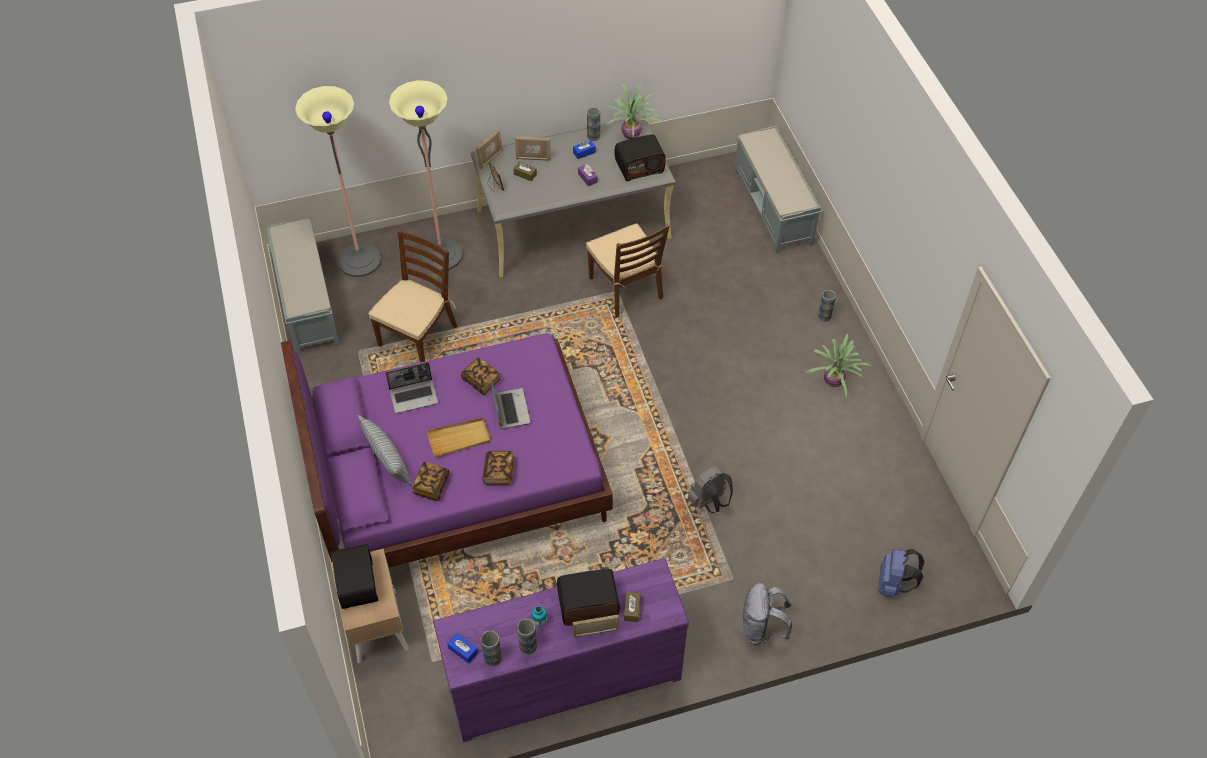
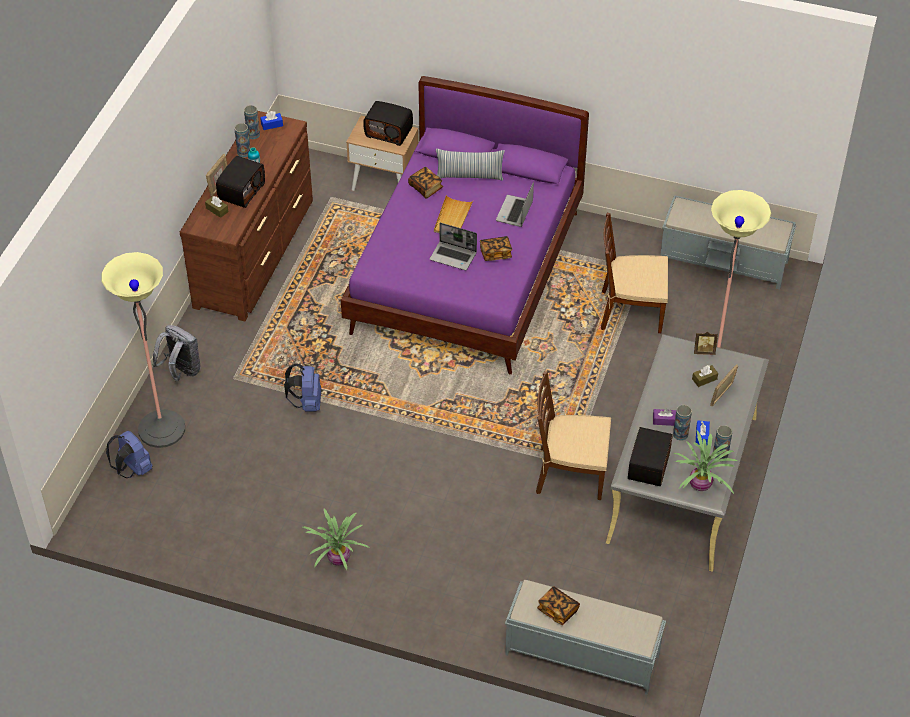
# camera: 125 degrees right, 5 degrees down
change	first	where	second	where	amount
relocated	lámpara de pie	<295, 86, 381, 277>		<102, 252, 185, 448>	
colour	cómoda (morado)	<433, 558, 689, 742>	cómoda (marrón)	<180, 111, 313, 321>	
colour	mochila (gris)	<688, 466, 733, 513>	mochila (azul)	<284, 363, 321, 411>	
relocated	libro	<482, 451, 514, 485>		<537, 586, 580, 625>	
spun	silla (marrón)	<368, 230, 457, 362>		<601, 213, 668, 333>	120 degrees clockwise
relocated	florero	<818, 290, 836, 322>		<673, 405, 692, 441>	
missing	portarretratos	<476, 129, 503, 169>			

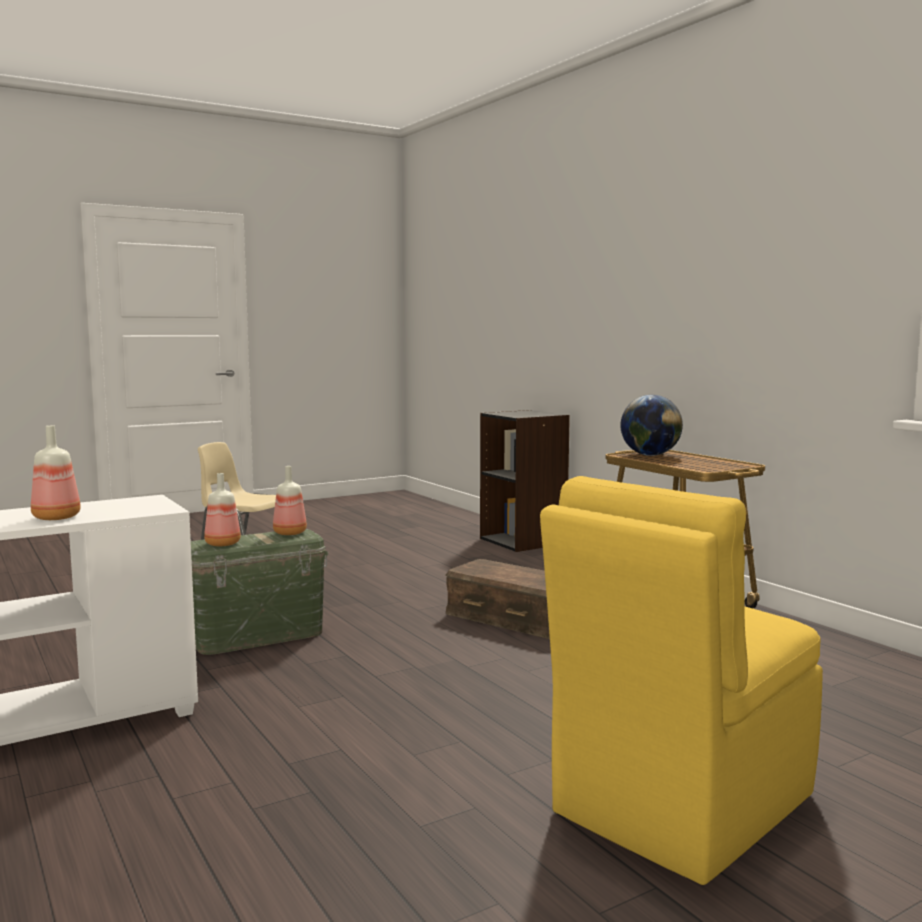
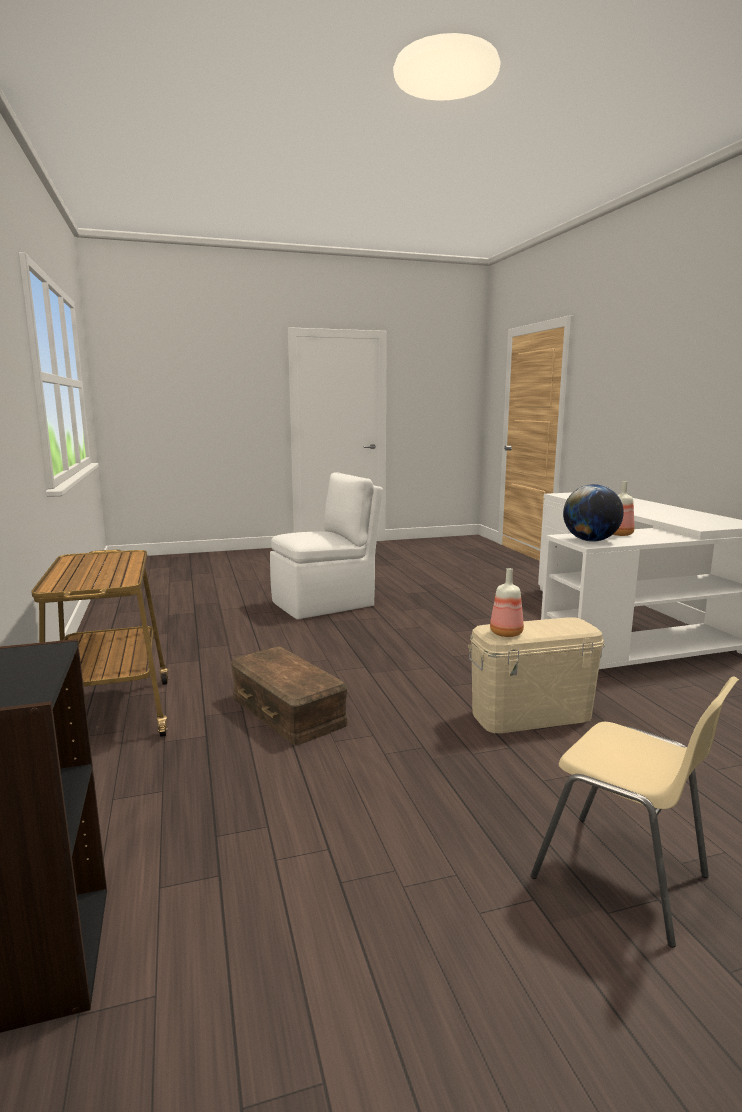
# camera: 165 degrees left, 5 degrees up
change	first	where	second	where	amount
colour	silla (amarillo)	<540, 476, 823, 885>	silla (blanco)	<270, 472, 383, 620>	
colour	caja de almacenaje (verde)	<191, 529, 328, 655>	caja de almacenaje (beis)	<468, 617, 605, 733>	
relocated	globo terráqueo	<620, 395, 683, 456>		<563, 484, 624, 542>	
missing	botella	<204, 473, 241, 546>			

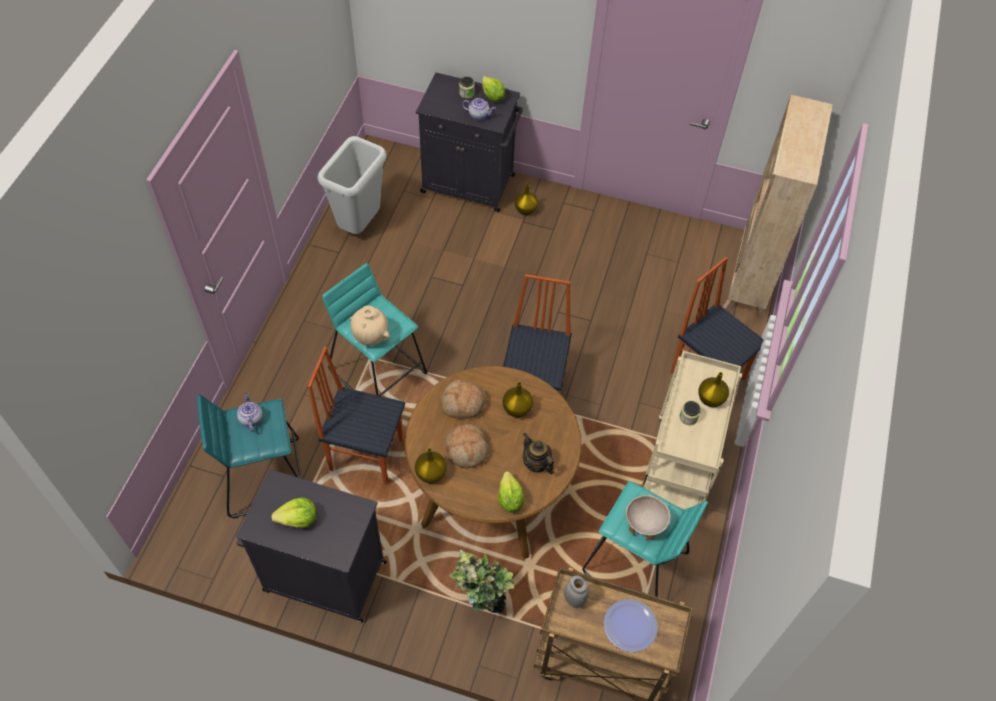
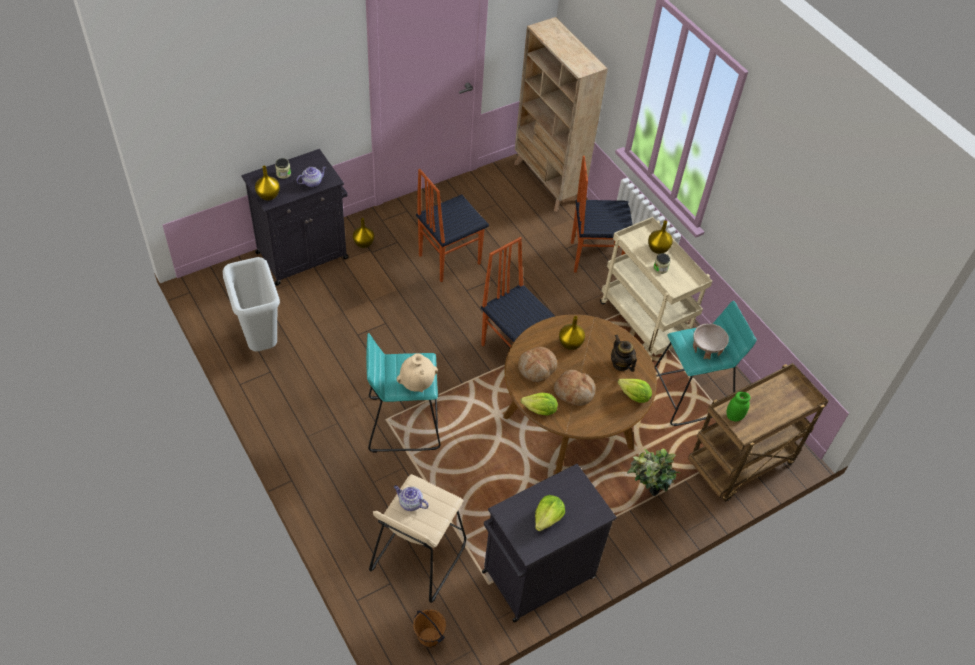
# camera: 50 degrees left, 5 degrees down
change	first	where	second	where	amount
relocated	florero (amarillo)	<415, 448, 447, 483>		<255, 166, 280, 200>	
colour	taburete (turquesa)	<197, 394, 302, 518>	taburete (beis)	<369, 474, 466, 603>	
appeared			cubo (marrón)	<413, 609, 446, 648>	
relocated	silla	<308, 347, 405, 485>		<416, 169, 489, 282>	
relocated	lechuga	<482, 76, 505, 102>		<521, 393, 558, 416>	
spun	tetera	<523, 433, 554, 474>		<611, 335, 637, 372>	60 degrees clockwise
colour	tarro (gris)	<564, 575, 589, 608>	tarro (verde)	<727, 392, 750, 421>	
missing	plato	<604, 599, 658, 652>			

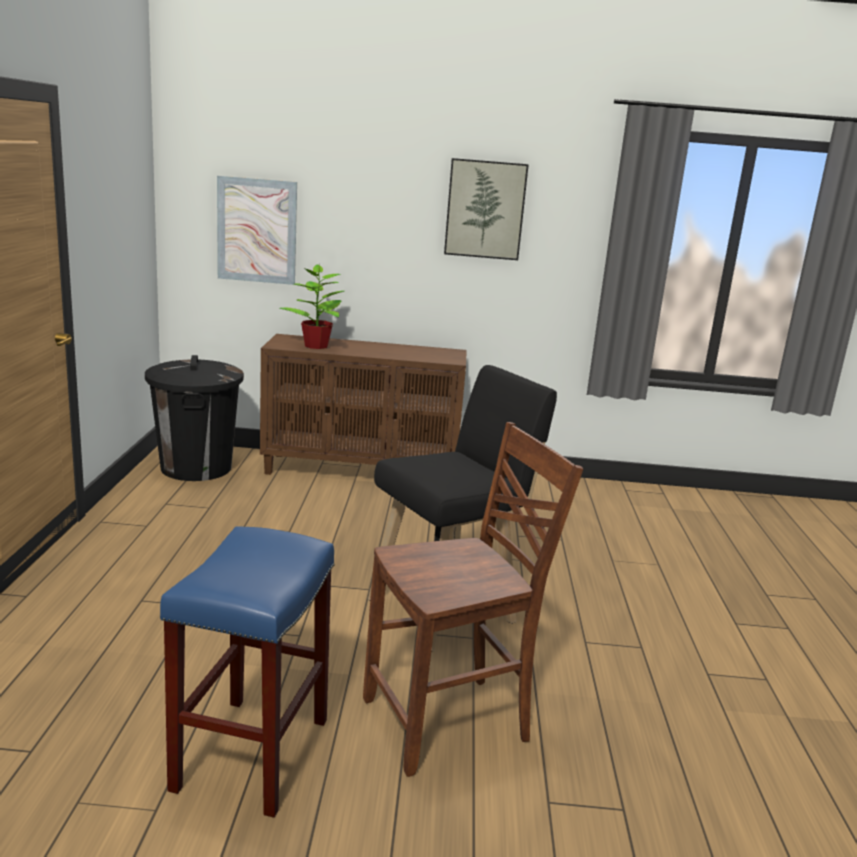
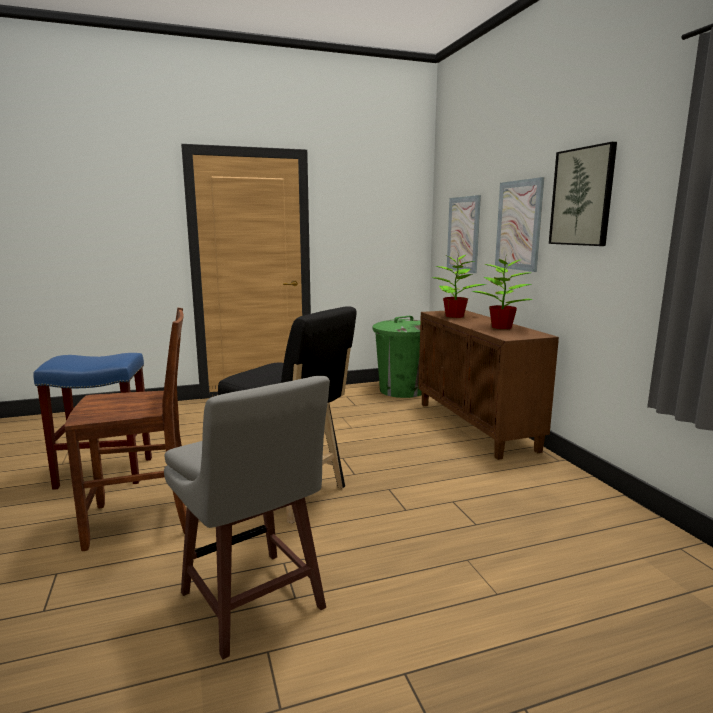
# camera: 70 degrees right, 5 degrees down
change	first	where	second	where	amount
spun	silla (marrón)	<363, 422, 583, 777>		<65, 308, 186, 551>	60 degrees counterclockwise
appeared			taburete (gris)	<164, 376, 330, 659>	
colour	papelera (negro)	<145, 355, 244, 481>	papelera (verde)	<373, 316, 422, 398>	
appeared			planta en maceta	<471, 258, 532, 329>	
appeared			cuadro	<495, 177, 545, 272>	

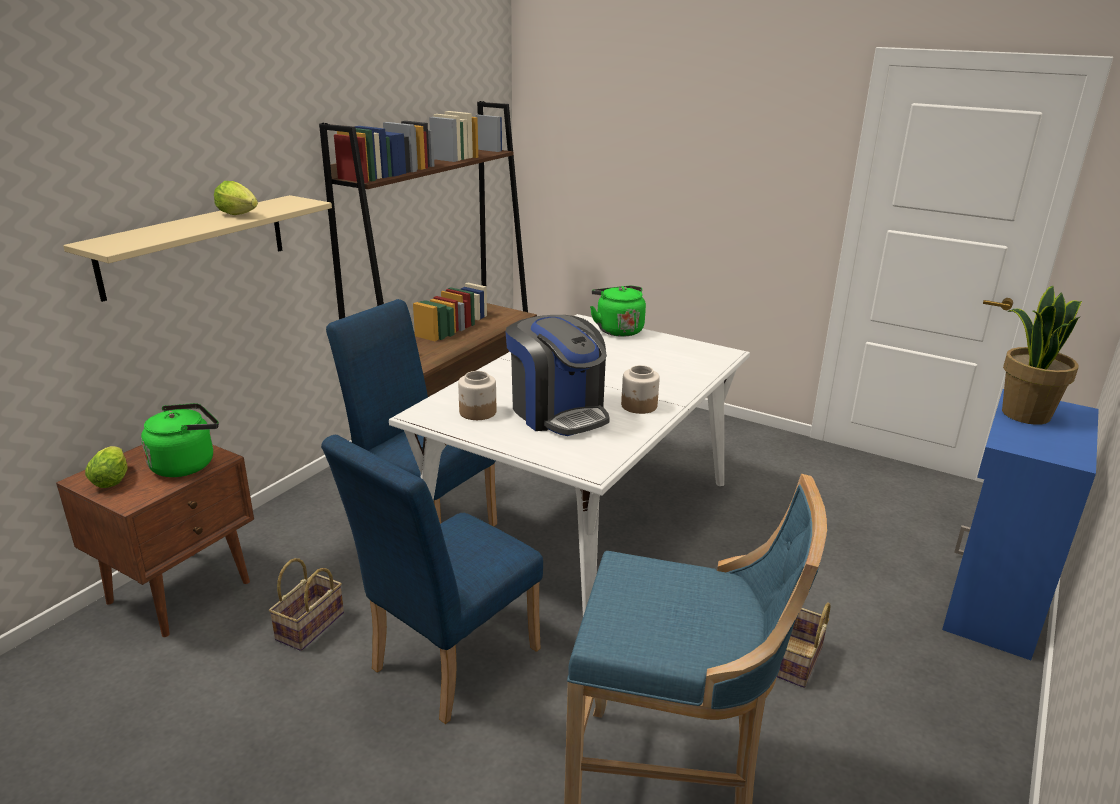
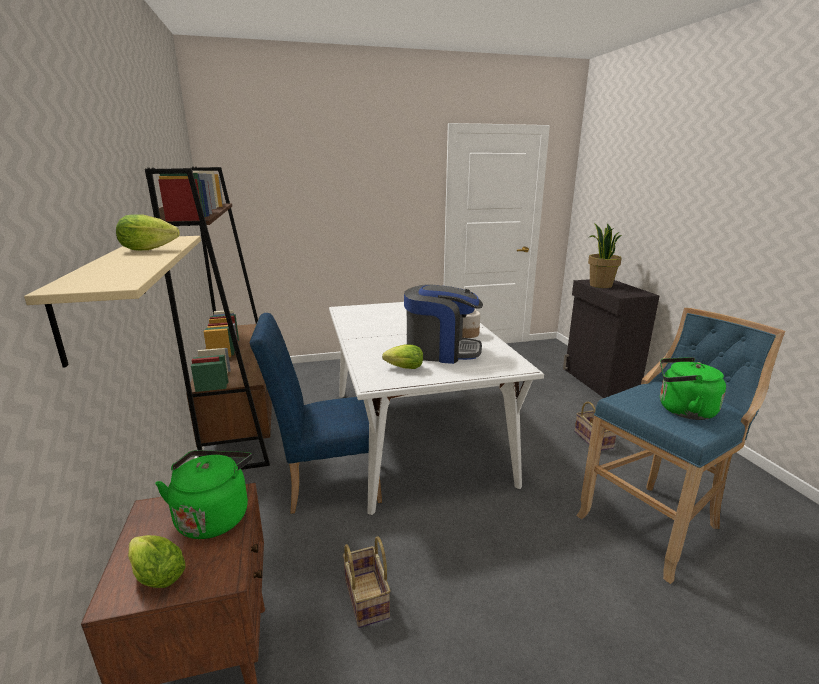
# camera: 45 degrees left, 5 degrees down
change	first	where	second	where	amount
exchanged	tarro	<458, 371, 496, 420>	lechuga	<382, 345, 423, 369>	
colour	armario (azul)	<942, 389, 1099, 660>	armario (negro)	<563, 279, 659, 398>	
relocated	hervidor (verde)	<590, 286, 646, 337>		<660, 357, 726, 420>	
missing	silla (azul)	<321, 435, 543, 724>			

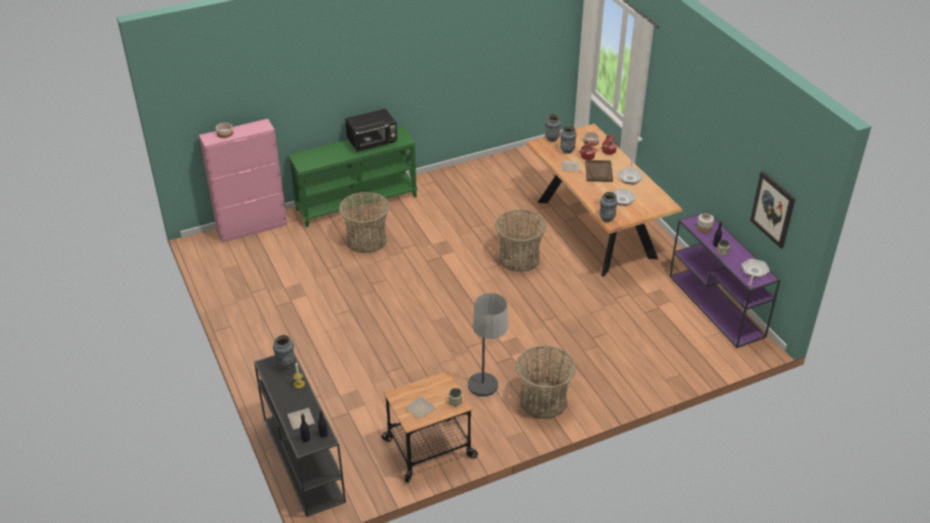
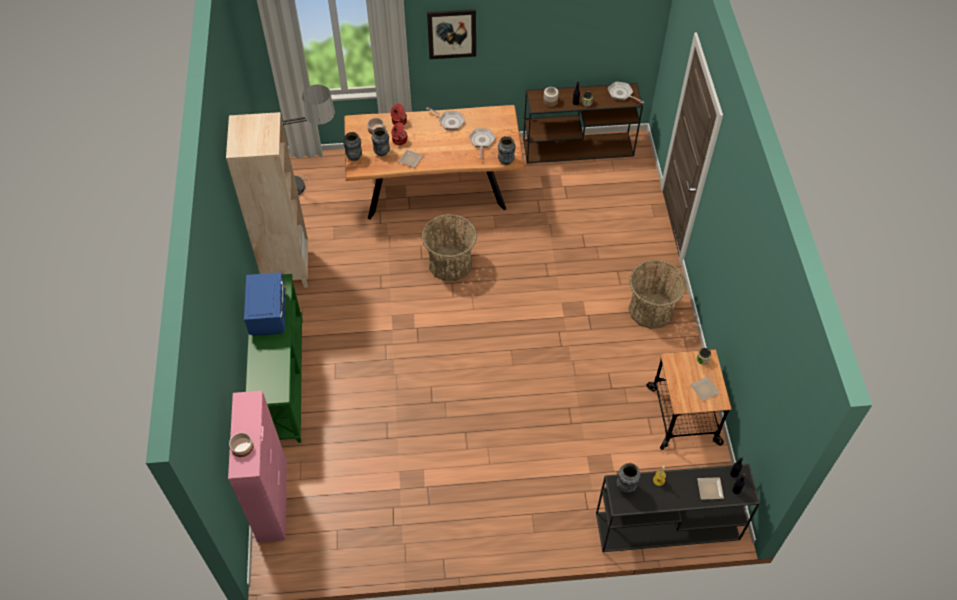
# camera: 70 degrees left, 15 degrees up
change	first	where	second	where	amount
appeared			estantería (beis)	<226, 112, 308, 288>	
colour	microondas (negro)	<345, 109, 397, 152>	microondas (azul)	<244, 273, 286, 336>	
relocated	lámpara de pie	<468, 293, 508, 399>		<282, 85, 335, 195>	
relocated	cuadro	<750, 171, 795, 249>		<427, 9, 476, 59>	
colour	mesa consola (morado)	<669, 211, 780, 348>	mesa consola (marrón)	<523, 83, 643, 163>	
missing	cesta	<339, 192, 390, 253>			
missing	bandeja (marrón)	<585, 160, 613, 182>			

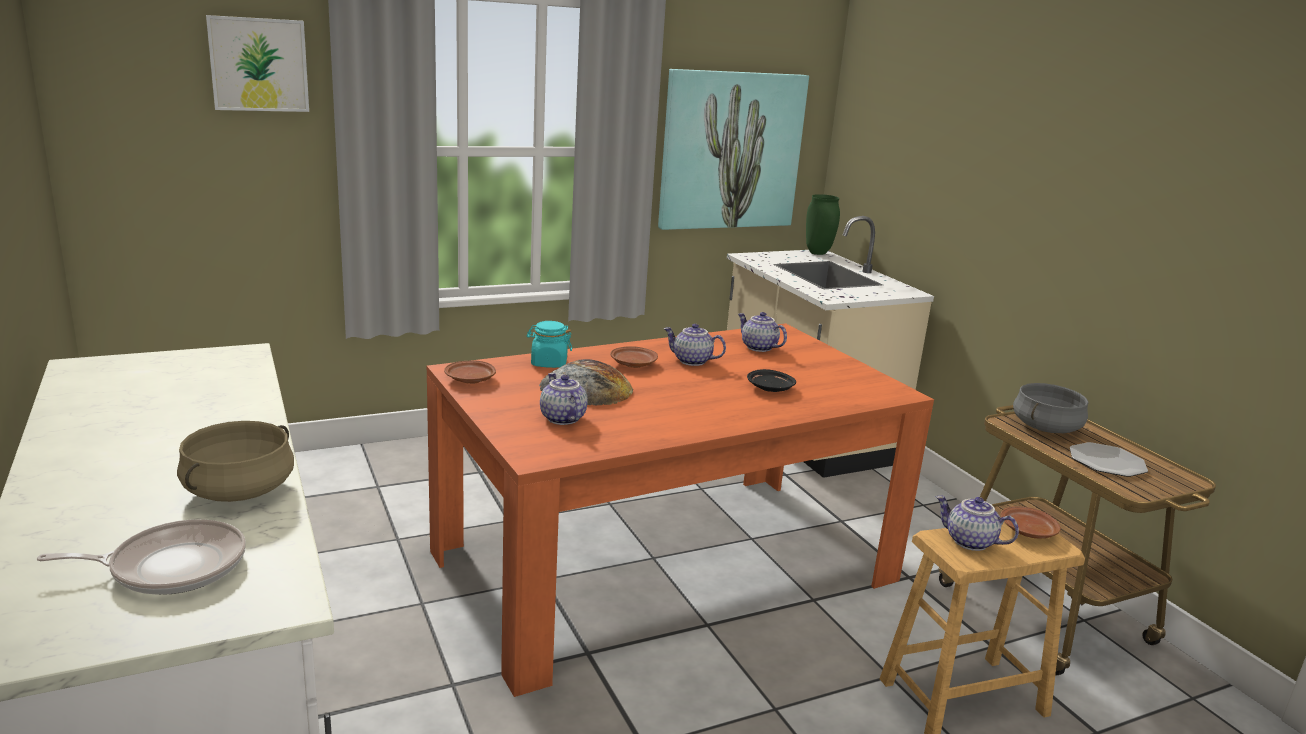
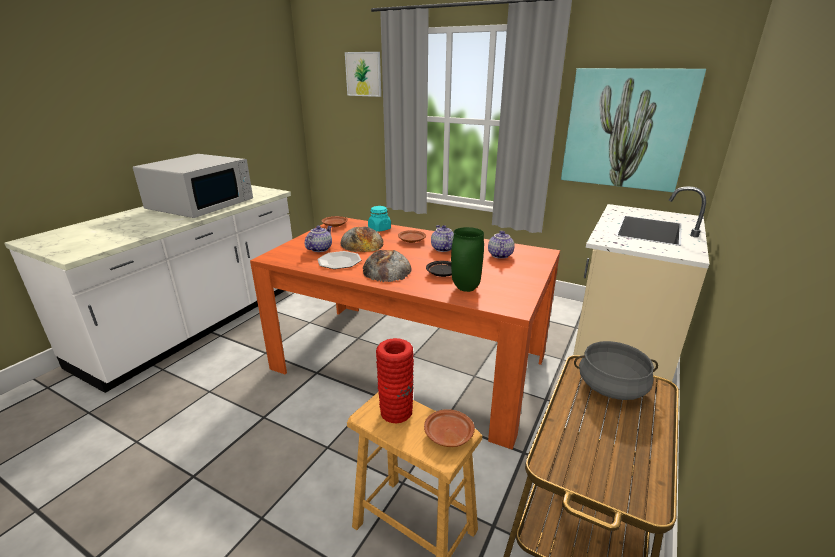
# camera: 55 degrees right, 5 degrees up
change	first	where	second	where	amount
appeared			microondas (blanco)	<133, 154, 253, 218>	
relocated	plato	<1070, 442, 1148, 477>		<317, 251, 361, 269>	
appeared			pan	<363, 250, 411, 282>	
exchanged	tetera	<935, 495, 1019, 551>	florero (rojo)	<376, 338, 414, 423>	
relocated	florero (verde)	<806, 194, 840, 255>		<451, 227, 484, 292>	
missing	sartén	<37, 519, 246, 595>			
missing	olla (beis)	<177, 421, 294, 502>			

